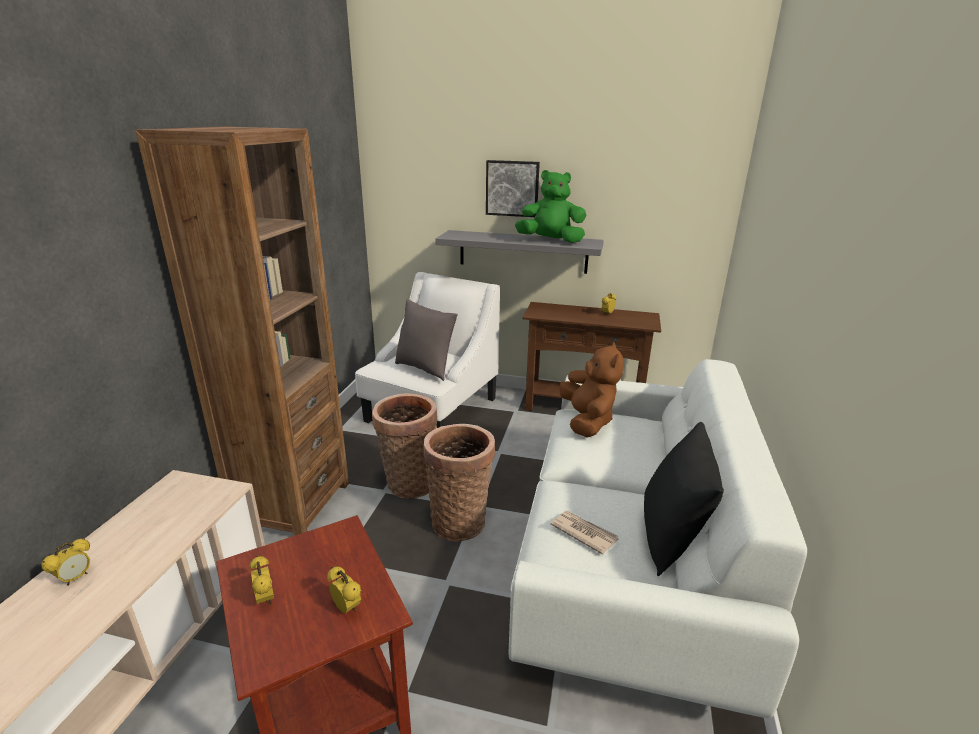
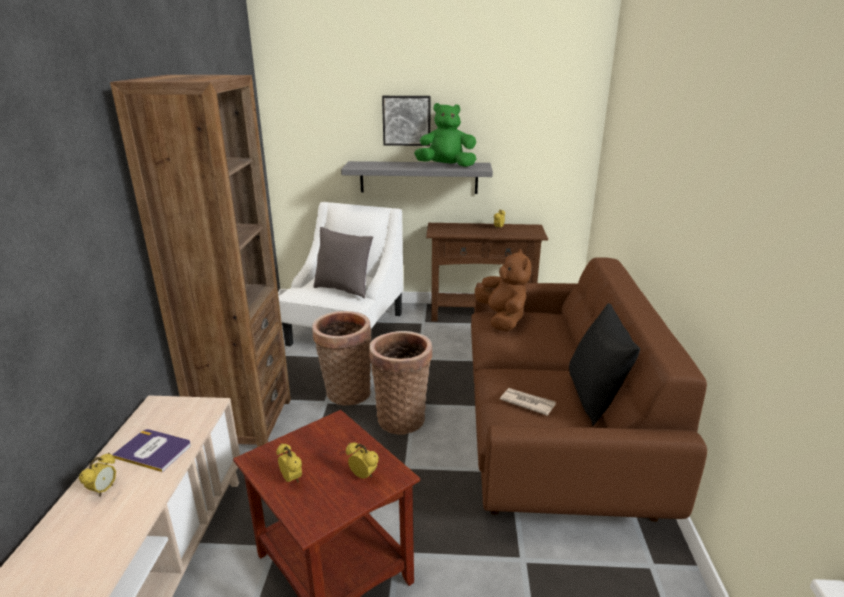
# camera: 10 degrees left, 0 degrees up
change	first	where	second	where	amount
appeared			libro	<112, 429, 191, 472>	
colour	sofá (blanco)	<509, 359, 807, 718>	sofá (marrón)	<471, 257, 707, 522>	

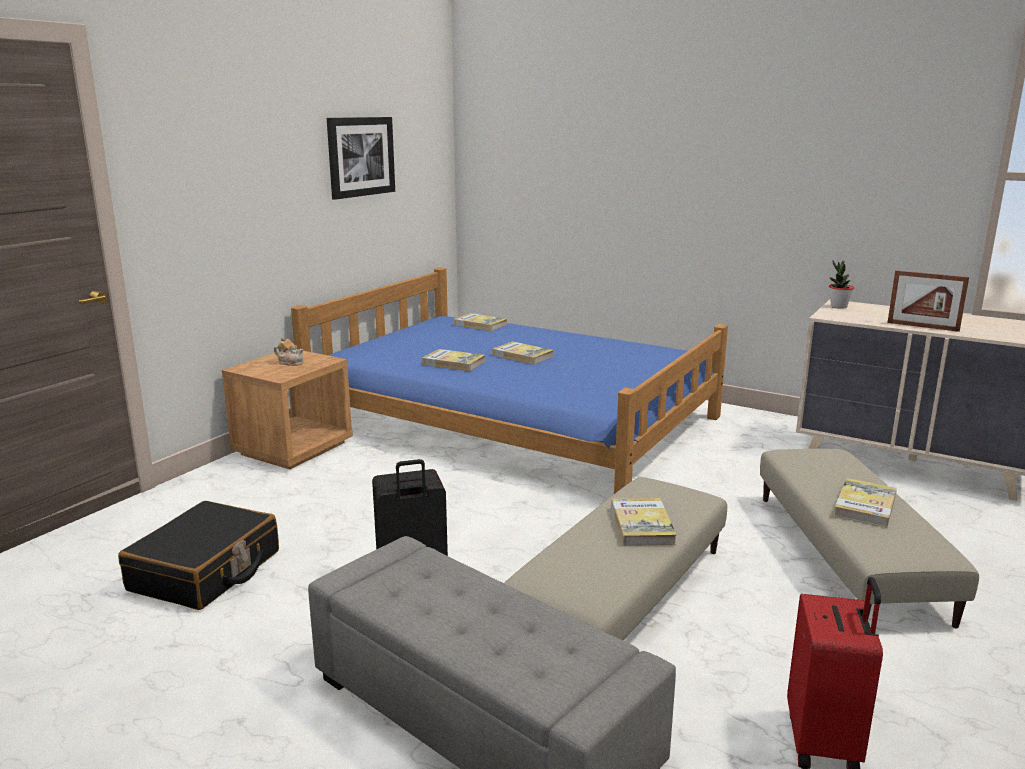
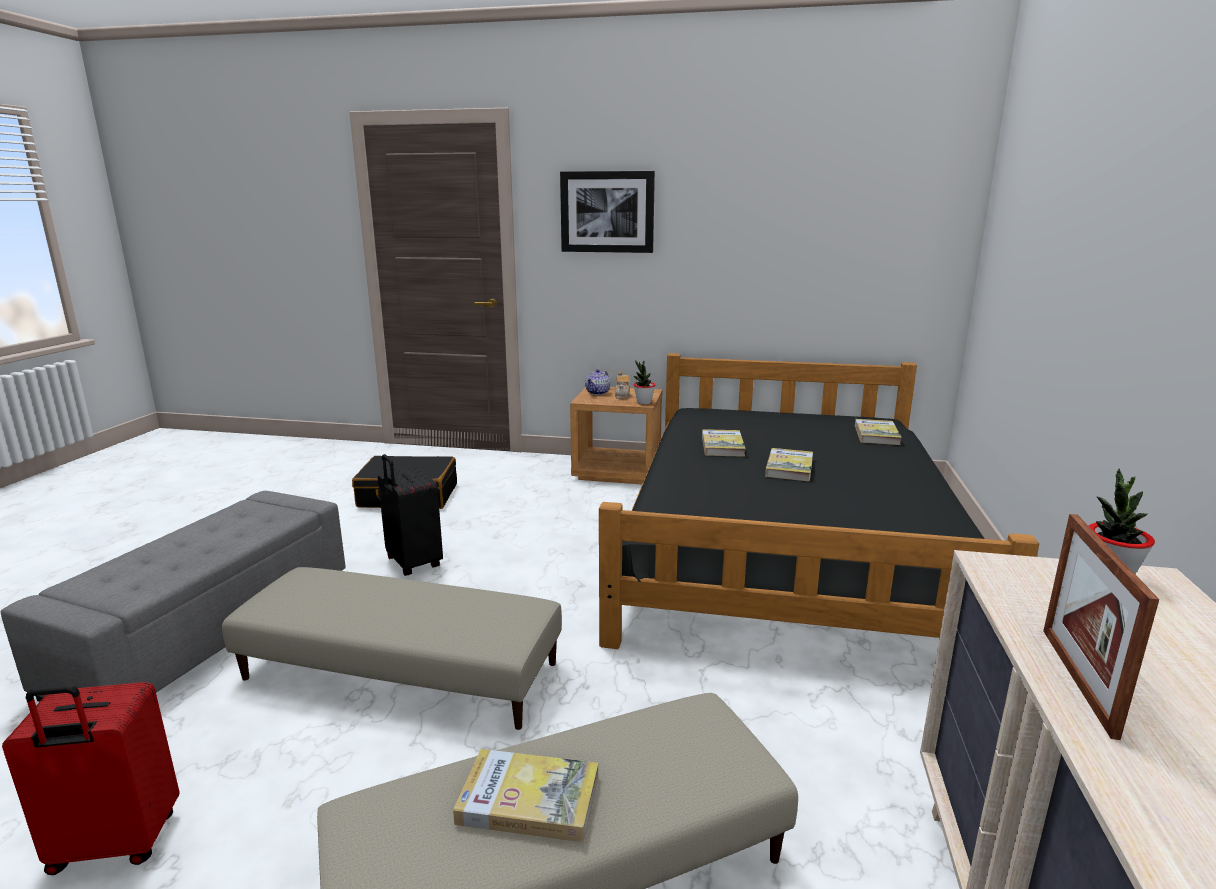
# camera: 70 degrees right, 0 degrees up
change	first	where	second	where	amount
relocated	cuadro	<327, 117, 395, 200>		<560, 171, 655, 253>	
appeared			tetera	<585, 369, 610, 395>	
colour	cama (azul)	<291, 267, 728, 494>	cama (negro)	<599, 353, 1039, 649>	
appeared			planta en maceta	<633, 360, 655, 405>	
missing	libro	<611, 498, 677, 546>			

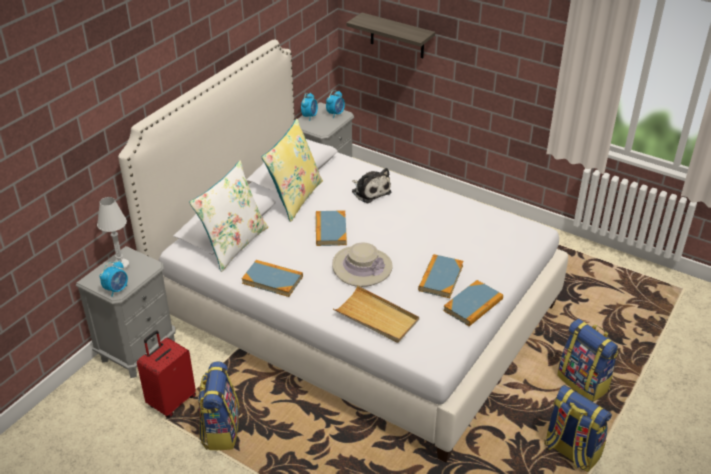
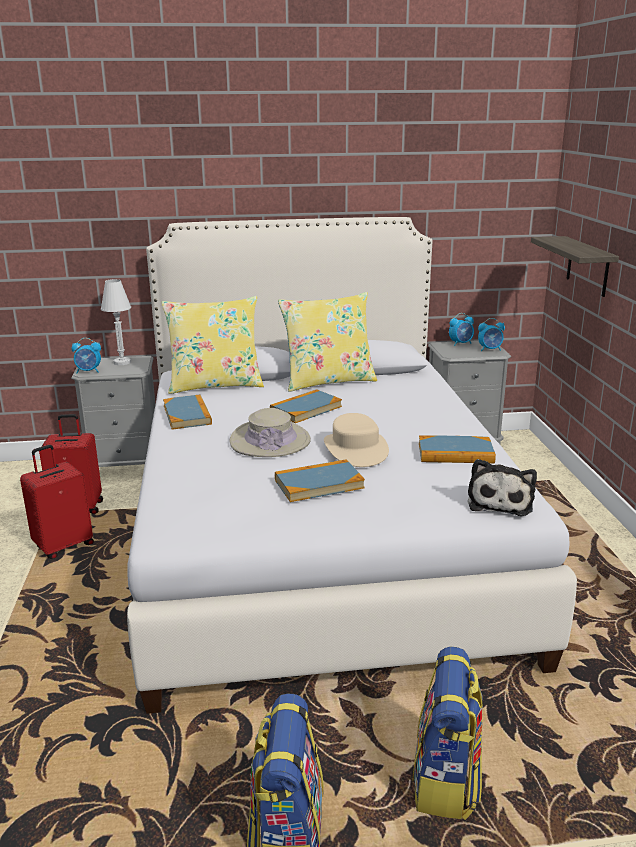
# camera: 50 degrees right, 15 degrees down
change	first	where	second	where	amount
exchanged	mochila	<198, 362, 239, 450>	maleta (rojo)	<20, 445, 94, 559>	
colour	cojín (blanco)	<189, 161, 268, 272>	cojín (amarillo)	<161, 296, 264, 394>	
appeared			sombrero (beis)	<324, 413, 389, 467>	
relocated	libro	<443, 280, 503, 326>		<419, 435, 496, 463>	
relocated	peluche	<352, 168, 392, 203>		<468, 459, 537, 516>	
missing	bandeja (beis)	<333, 285, 419, 343>			

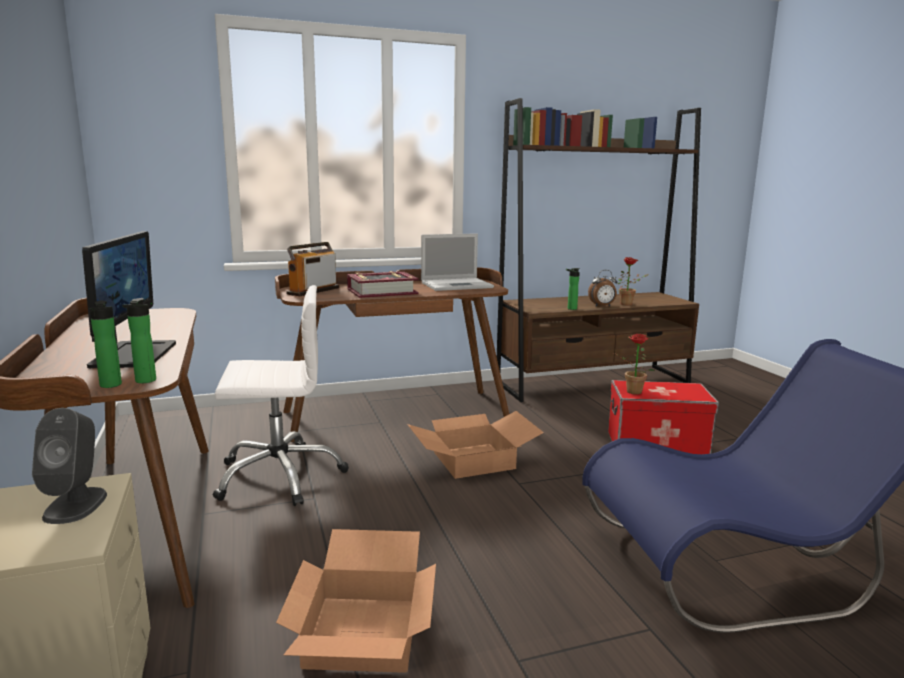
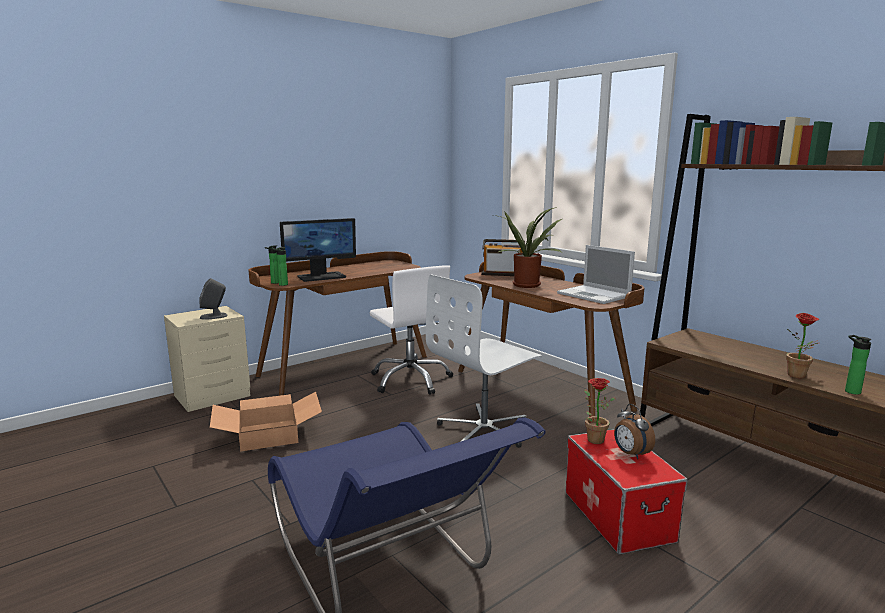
# camera: 70 degrees right, 0 degrees up
change	first	where	second	where	amount
exchanged	caja de cartón	<407, 411, 544, 479>	silla de oficina (blanco)	<426, 274, 542, 448>	
exchanged	libro	<347, 271, 419, 298>	planta en maceta	<494, 207, 562, 288>	
relocated	despertador	<588, 270, 617, 306>		<614, 404, 655, 459>	
relocated	botella	<566, 268, 580, 310>		<845, 335, 871, 395>	

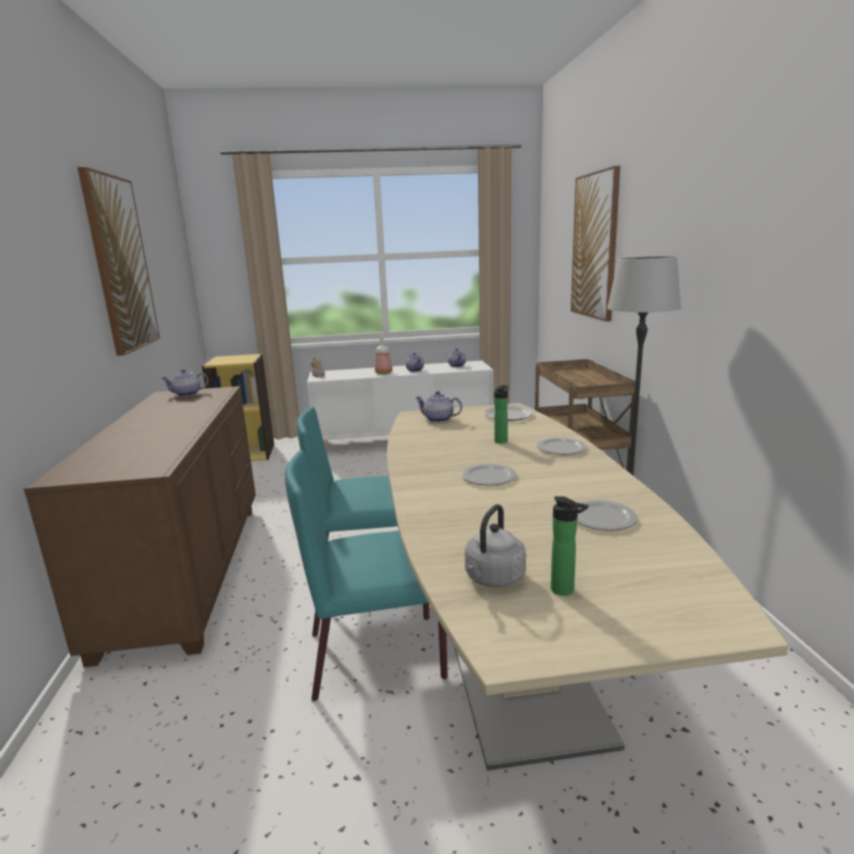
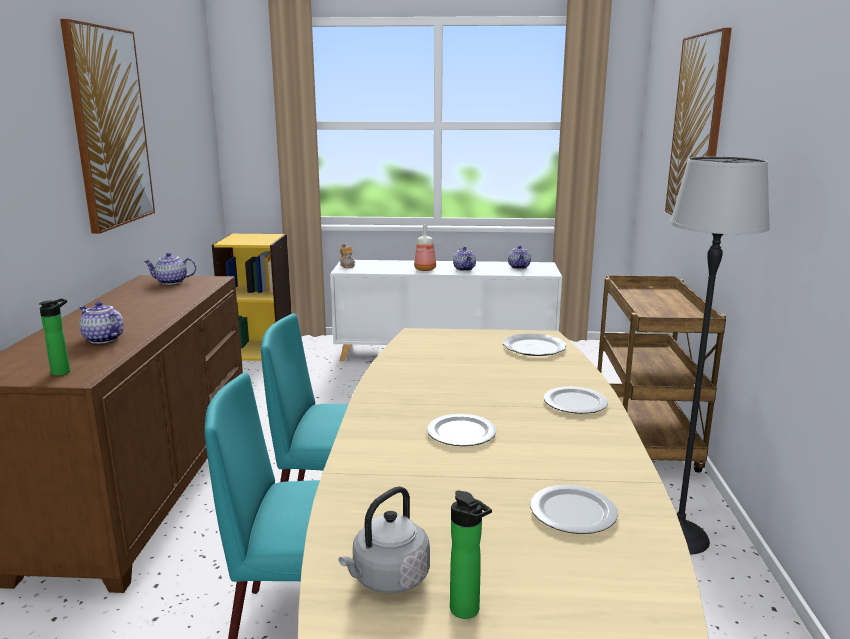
# camera: 10 degrees right, 0 degrees up
change	first	where	second	where	amount
relocated	botella	<494, 385, 508, 443>		<39, 299, 70, 376>	
relocated	tetera	<415, 391, 462, 423>		<79, 301, 123, 344>	

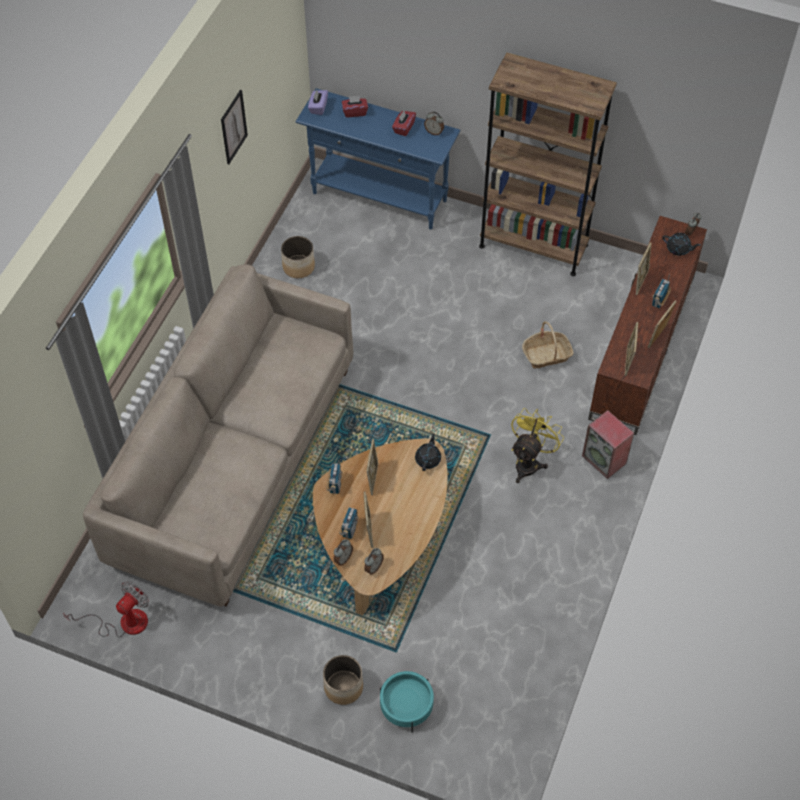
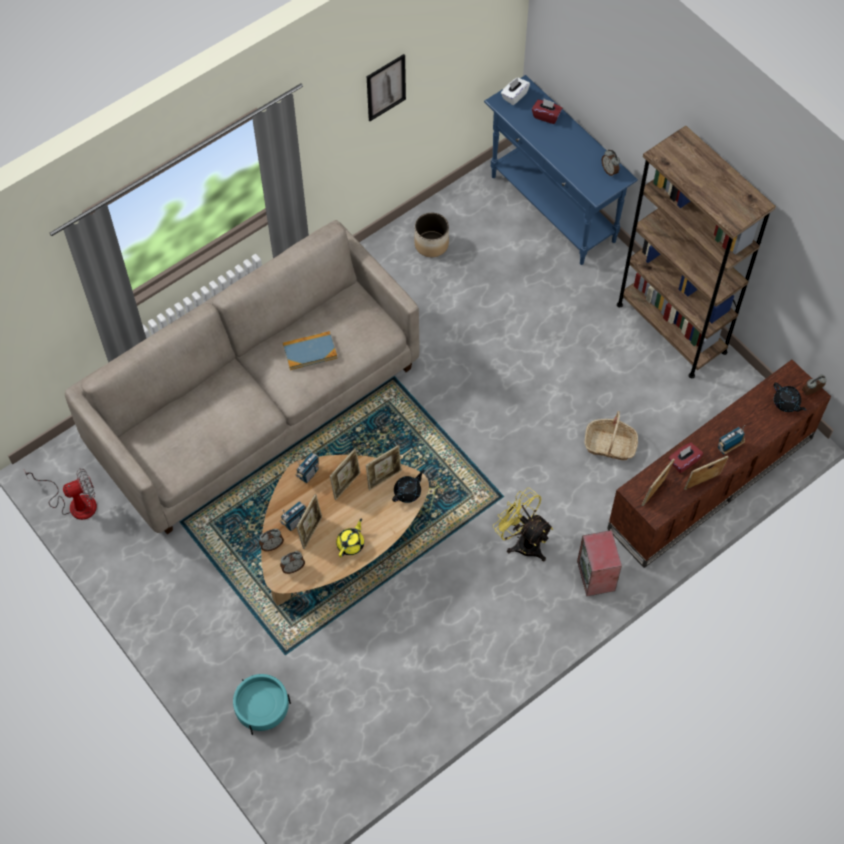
# camera: 30 degrees right, 5 degrees up
change	first	where	second	where	amount
appeared			libro	<283, 331, 337, 370>	
appeared			tetera (amarillo)	<336, 518, 364, 557>	
relocated	portarretratos	<636, 242, 652, 295>		<366, 445, 402, 490>	
spun	ventilador (amarillo)	<511, 408, 564, 483>		<493, 488, 553, 562>	105 degrees counterclockwise
colour	caja de pañuelos (morado)	<308, 89, 328, 115>	caja de pañuelos (blanco)	<501, 77, 530, 105>	
relocated	caja de pañuelos (rojo)	<392, 111, 416, 136>		<669, 443, 703, 473>	
missing	maceta	<323, 655, 363, 705>			

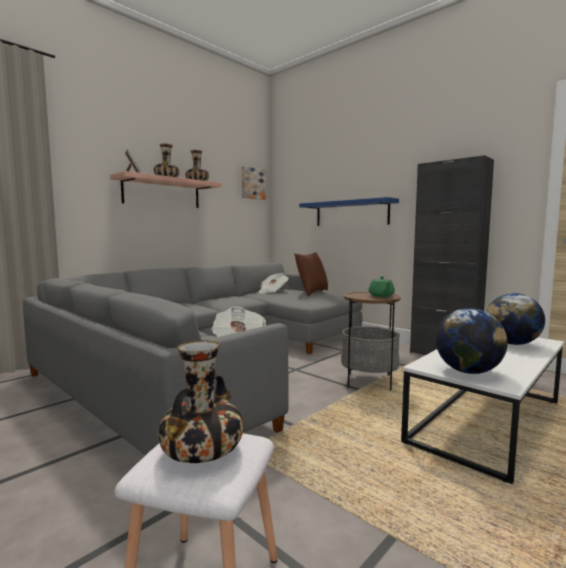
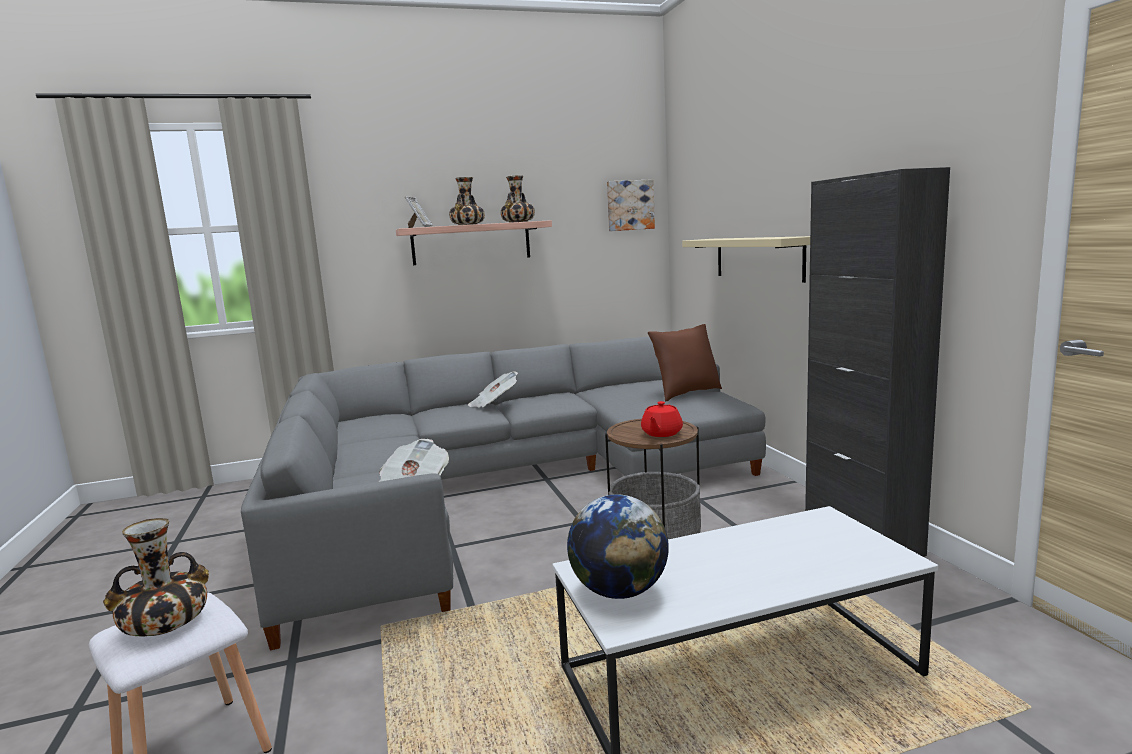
# camera: 30 degrees right, 5 degrees up
change	first	where	second	where	amount
relocated	periódico	<259, 273, 288, 293>		<468, 371, 518, 407>	
colour	tetera (verde)	<369, 276, 395, 297>	tetera (rojo)	<641, 401, 683, 437>	
colour	estante (azul)	<299, 197, 399, 226>	estante (beis)	<682, 236, 810, 283>	
missing	globo terráqueo	<486, 293, 545, 345>			

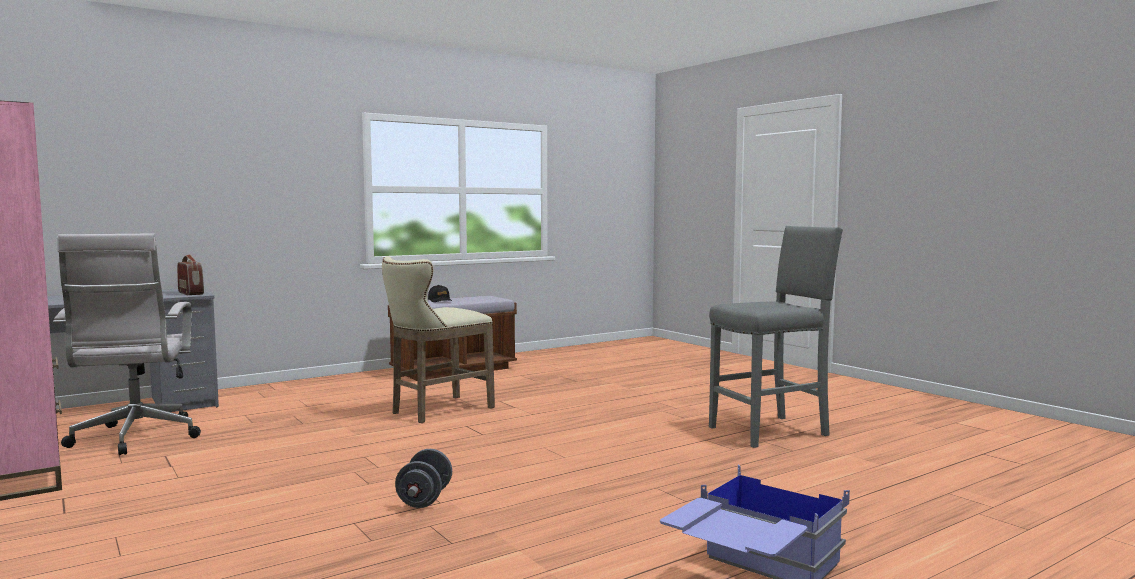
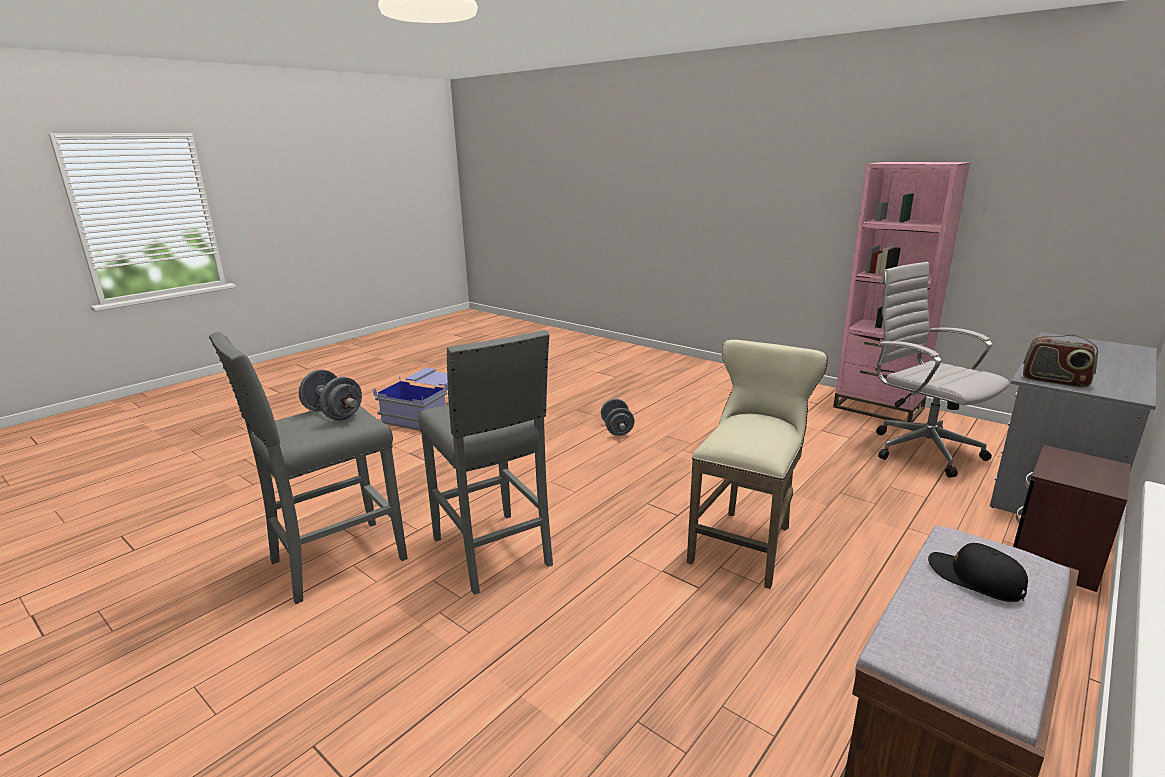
# camera: 165 degrees right, 15 degrees up
change	first	where	second	where	amount
appeared			mancuerna (gris)	<299, 369, 362, 421>	
appeared			taburete (gris)	<418, 330, 553, 595>	
appeared			mesita de noche (marrón)	<1013, 445, 1131, 592>	

